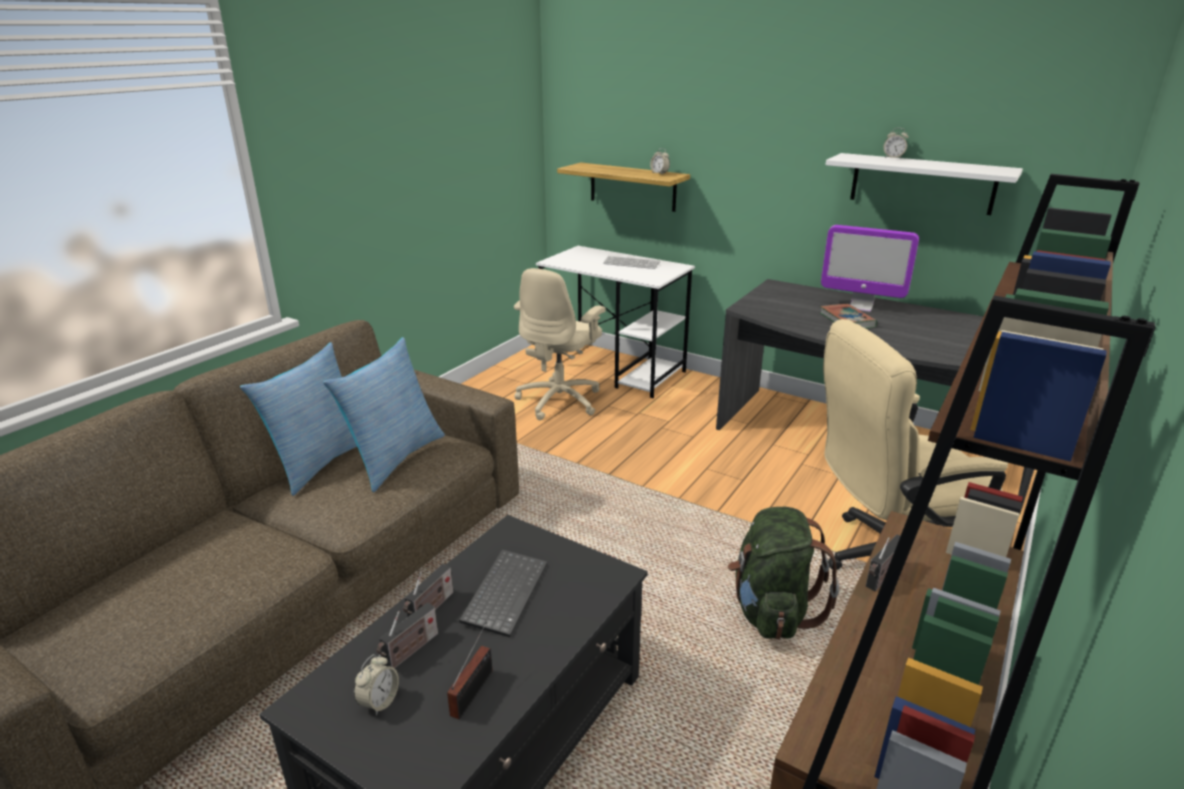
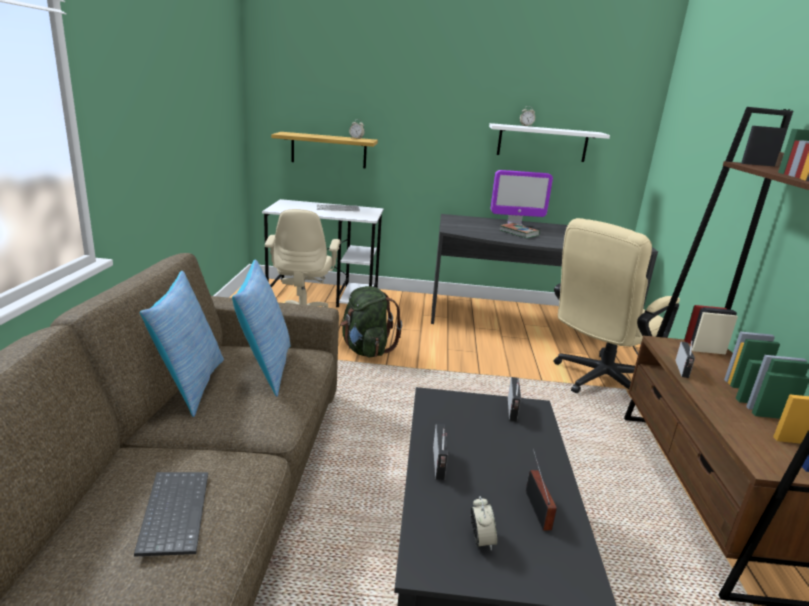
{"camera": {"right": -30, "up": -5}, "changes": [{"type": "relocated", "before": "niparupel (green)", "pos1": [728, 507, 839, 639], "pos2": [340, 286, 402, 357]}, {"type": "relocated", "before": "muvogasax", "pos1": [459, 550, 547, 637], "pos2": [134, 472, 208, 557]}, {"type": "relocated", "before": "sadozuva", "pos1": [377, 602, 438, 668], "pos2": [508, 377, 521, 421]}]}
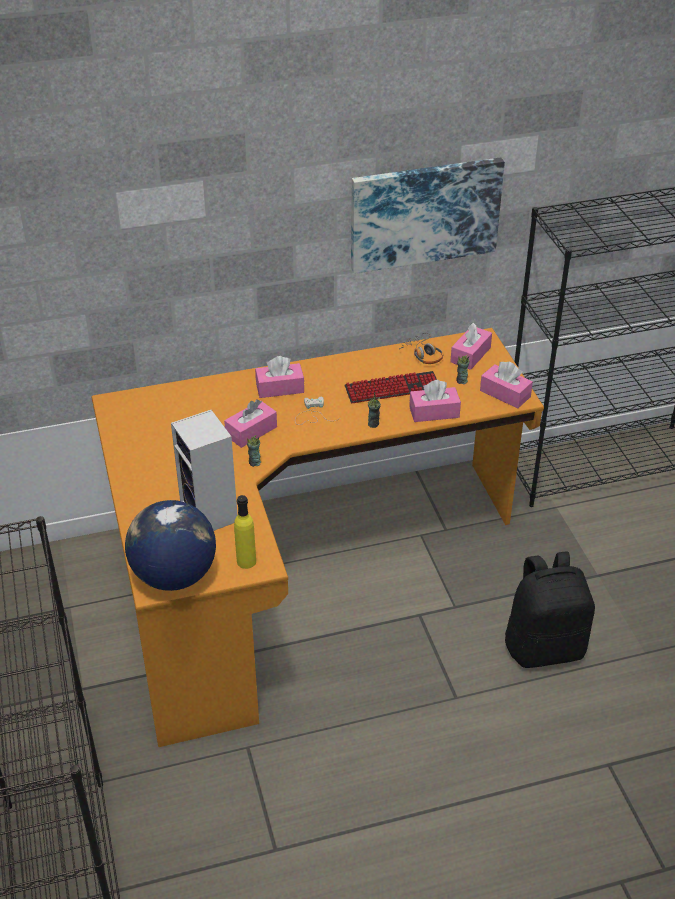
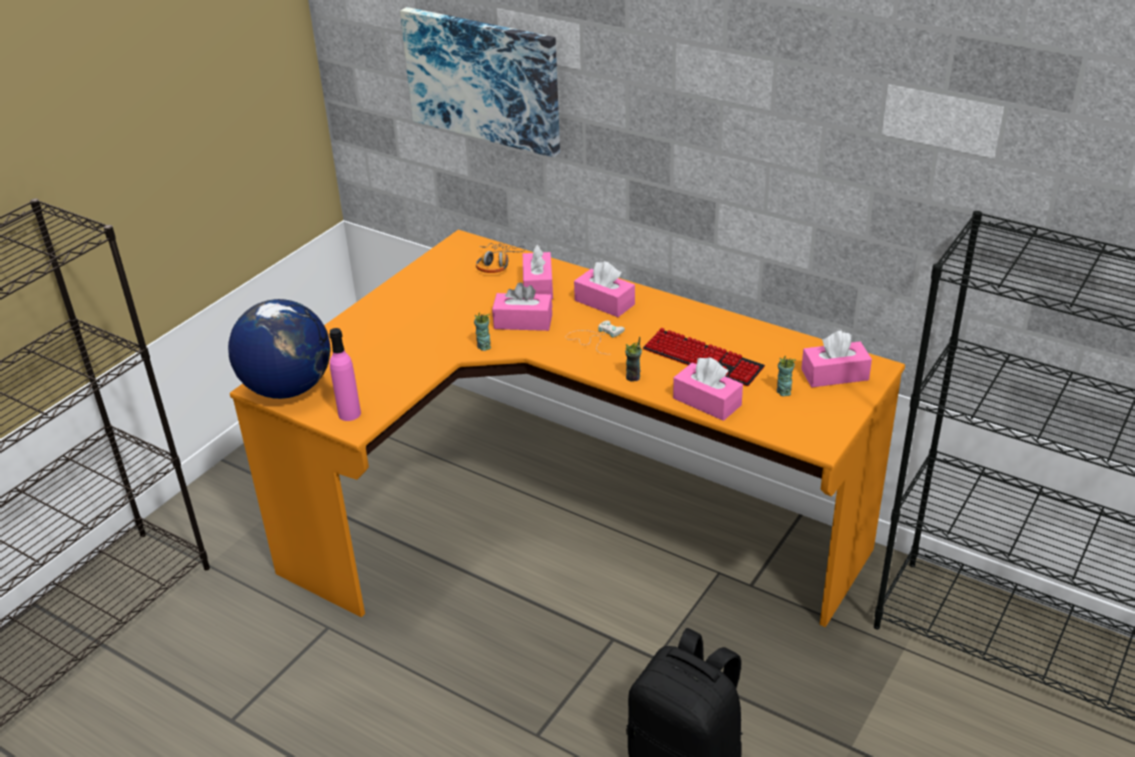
{"camera": {"right": 50, "up": -5}, "changes": [{"type": "relocated", "before": "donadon", "pos1": [351, 157, 505, 274], "pos2": [400, 7, 560, 158]}, {"type": "relocated", "before": "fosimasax", "pos1": [399, 333, 443, 364], "pos2": [476, 243, 526, 273]}, {"type": "relocated", "before": "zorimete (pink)", "pos1": [480, 362, 533, 408], "pos2": [523, 245, 553, 299]}, {"type": "missing", "before": "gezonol", "pos1": [171, 410, 237, 531]}, {"type": "colour", "before": "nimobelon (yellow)", "after": "nimobelon (pink)", "pos1": [234, 495, 256, 569], "pos2": [329, 328, 361, 421]}]}
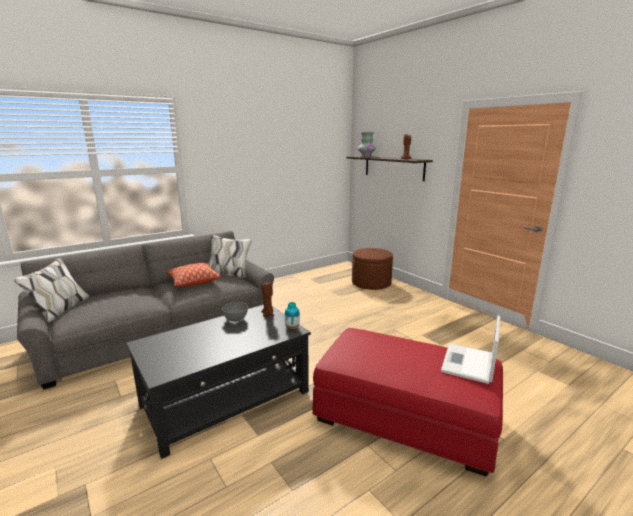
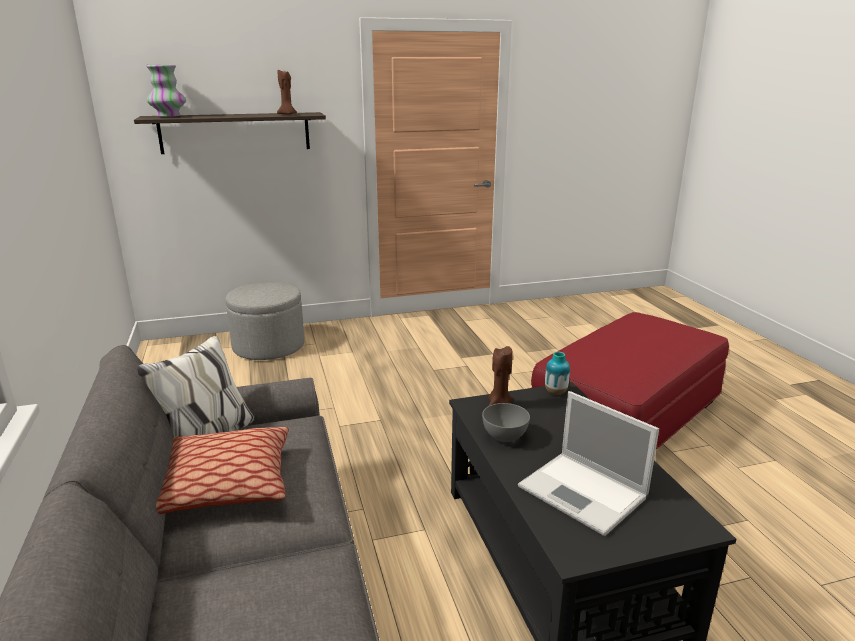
{"camera": {"right": -70, "up": 5}, "changes": [{"type": "colour", "before": "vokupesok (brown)", "after": "vokupesok (grey)", "pos1": [352, 248, 393, 290], "pos2": [225, 282, 305, 360]}, {"type": "relocated", "before": "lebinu", "pos1": [441, 316, 500, 384], "pos2": [518, 391, 659, 536]}]}
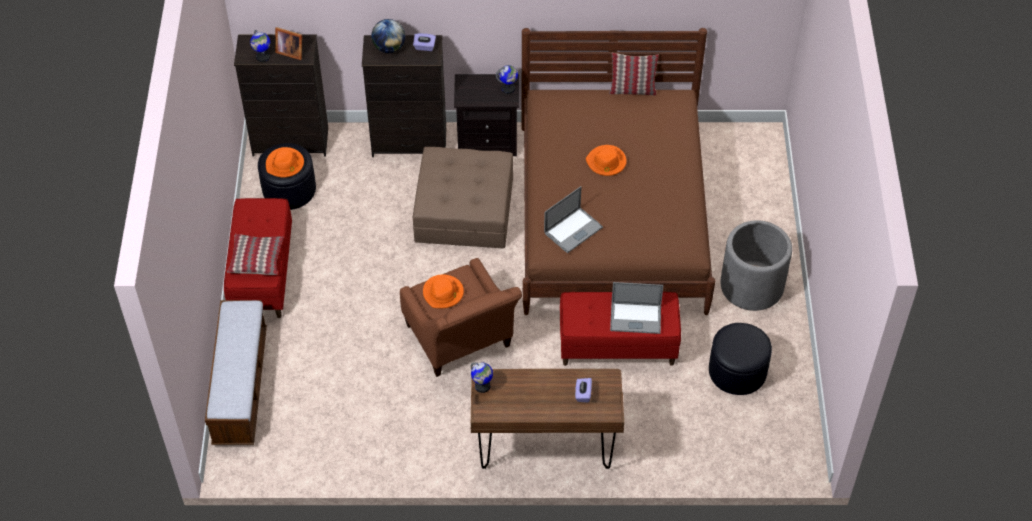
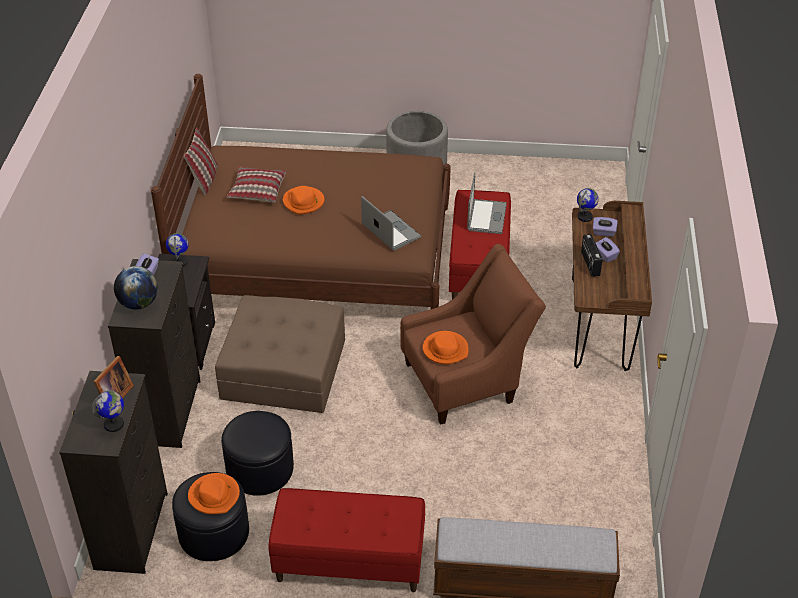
{"camera": {"right": -85, "up": -10}, "changes": [{"type": "relocated", "before": "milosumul", "pos1": [227, 234, 284, 275], "pos2": [227, 167, 286, 203]}, {"type": "relocated", "before": "vokupesok (black)", "pos1": [709, 323, 772, 395], "pos2": [221, 411, 294, 496]}, {"type": "relocated", "before": "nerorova", "pos1": [471, 363, 493, 393], "pos2": [577, 188, 599, 222]}, {"type": "appeared", "after": "sadozuva", "pos2": [581, 234, 603, 277]}, {"type": "appeared", "after": "zorimete (purple)", "pos2": [596, 237, 620, 262]}]}
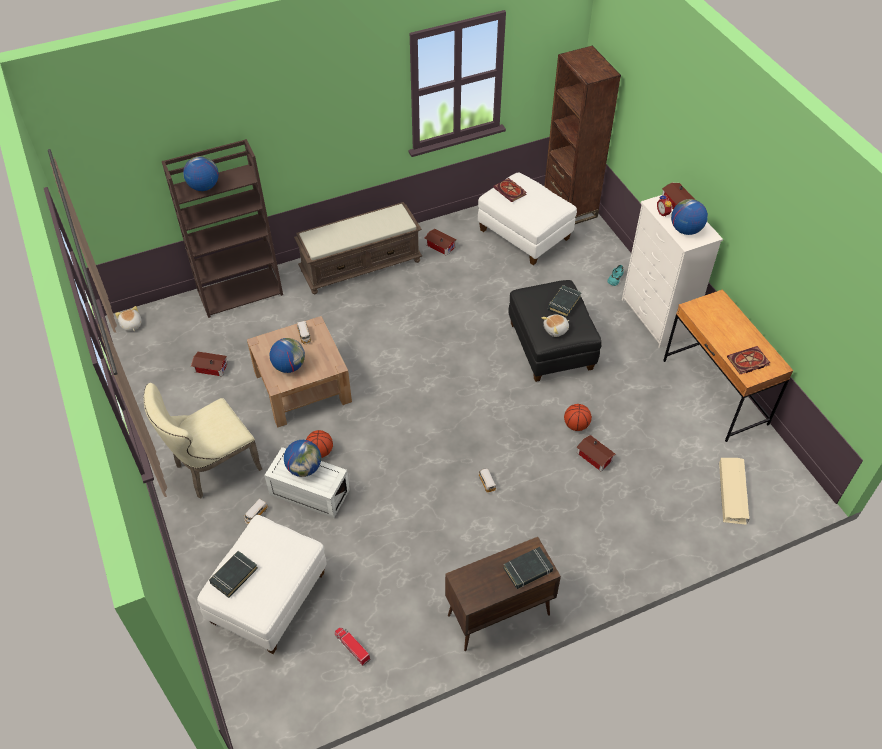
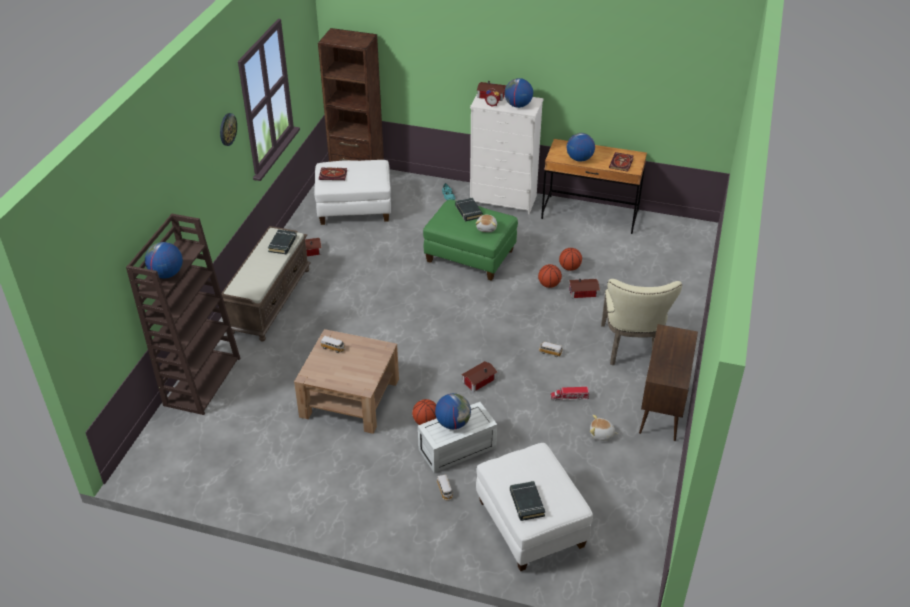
{"camera": {"right": -50, "up": -10}, "changes": [{"type": "colour", "before": "vokupesok (black)", "after": "vokupesok (green)", "pos1": [509, 280, 602, 382], "pos2": [423, 200, 518, 281]}, {"type": "relocated", "before": "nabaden", "pos1": [115, 306, 142, 331], "pos2": [590, 415, 618, 441]}, {"type": "relocated", "before": "nerorova", "pos1": [270, 338, 305, 373], "pos2": [567, 133, 595, 162]}, {"type": "relocated", "before": "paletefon", "pos1": [191, 352, 228, 377], "pos2": [461, 361, 497, 392]}, {"type": "relocated", "before": "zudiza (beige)", "pos1": [144, 383, 262, 498], "pos2": [601, 279, 682, 365]}, {"type": "missing", "before": "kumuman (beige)", "pos1": [719, 458, 749, 525]}, {"type": "relocated", "before": "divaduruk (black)", "pos1": [503, 547, 553, 589], "pos2": [268, 230, 297, 254]}, {"type": "relocated", "before": "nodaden", "pos1": [335, 628, 370, 666], "pos2": [550, 387, 590, 401]}, {"type": "appeared", "after": "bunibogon", "pos2": [220, 113, 237, 146]}, {"type": "appeared", "after": "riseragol", "pos2": [559, 248, 582, 271]}]}
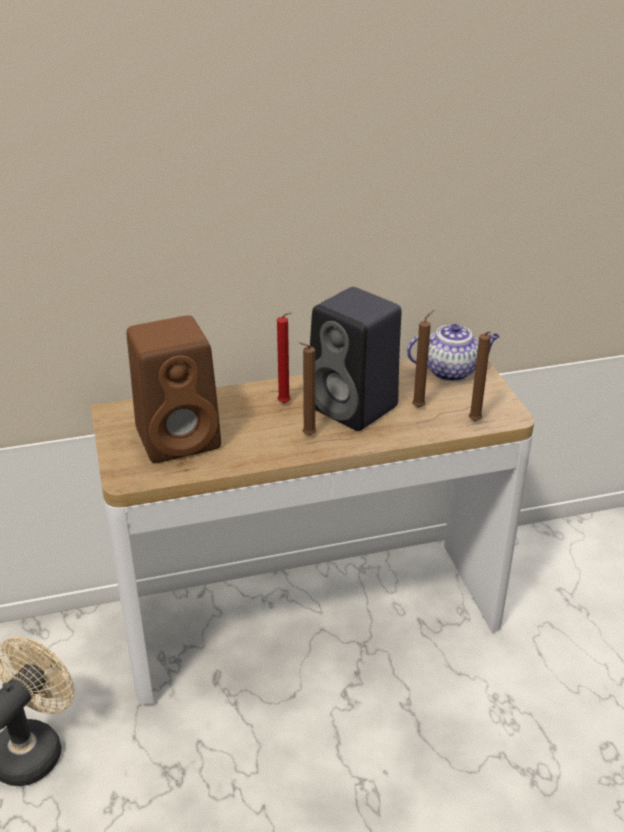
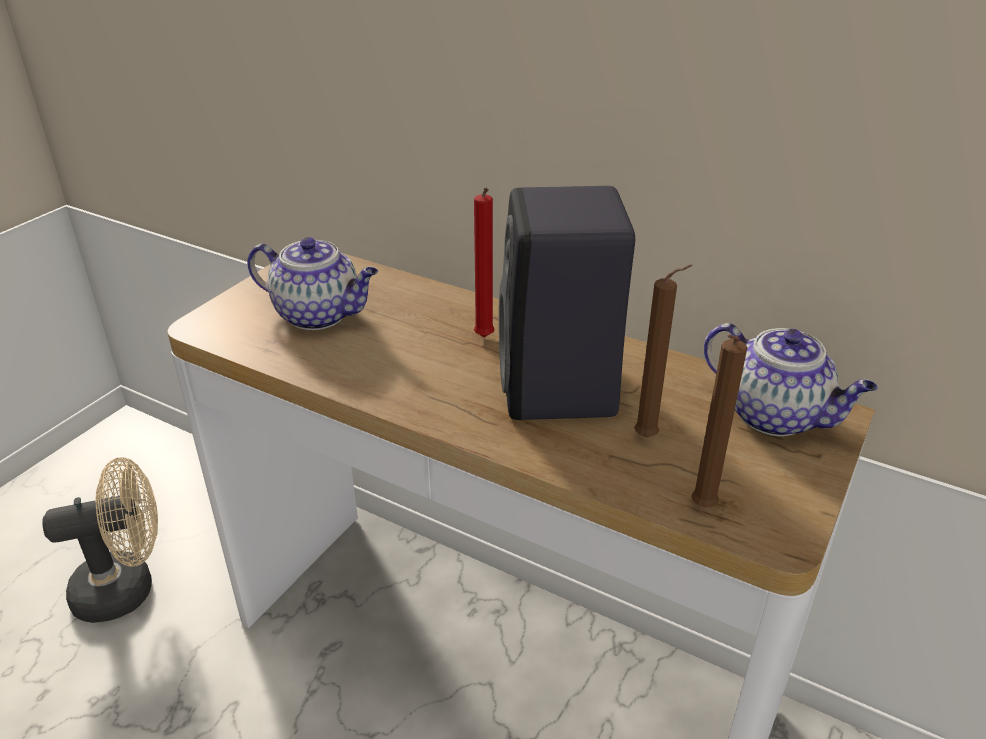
{"camera": {"right": 45, "up": 0}, "changes": [{"type": "exchanged", "before": "gezonol (brown)", "after": "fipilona", "pos1": [127, 315, 221, 463], "pos2": [247, 237, 378, 330]}, {"type": "missing", "before": "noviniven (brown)", "pos1": [299, 342, 316, 435]}]}
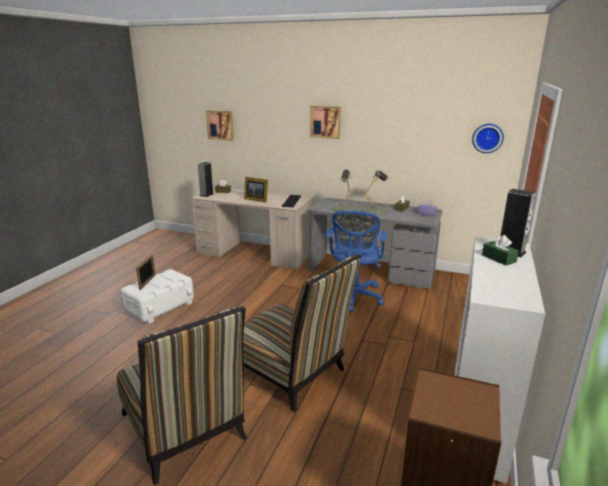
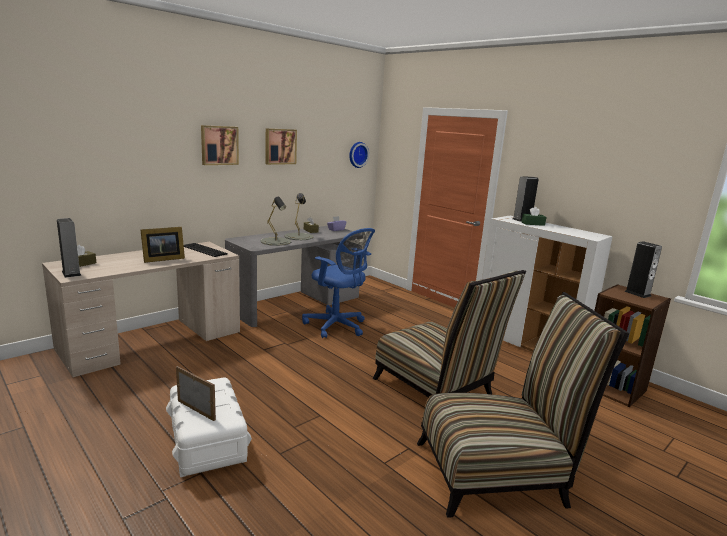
{"camera": {"right": -65, "up": -5}, "changes": [{"type": "relocated", "before": "donadon", "pos1": [206, 110, 234, 141], "pos2": [266, 128, 297, 165]}, {"type": "spun", "before": "zudiza", "pos1": [243, 254, 362, 412], "pos2": [373, 270, 526, 398], "turn": 75}, {"type": "appeared", "after": "gezonol", "pos2": [624, 241, 662, 298]}]}
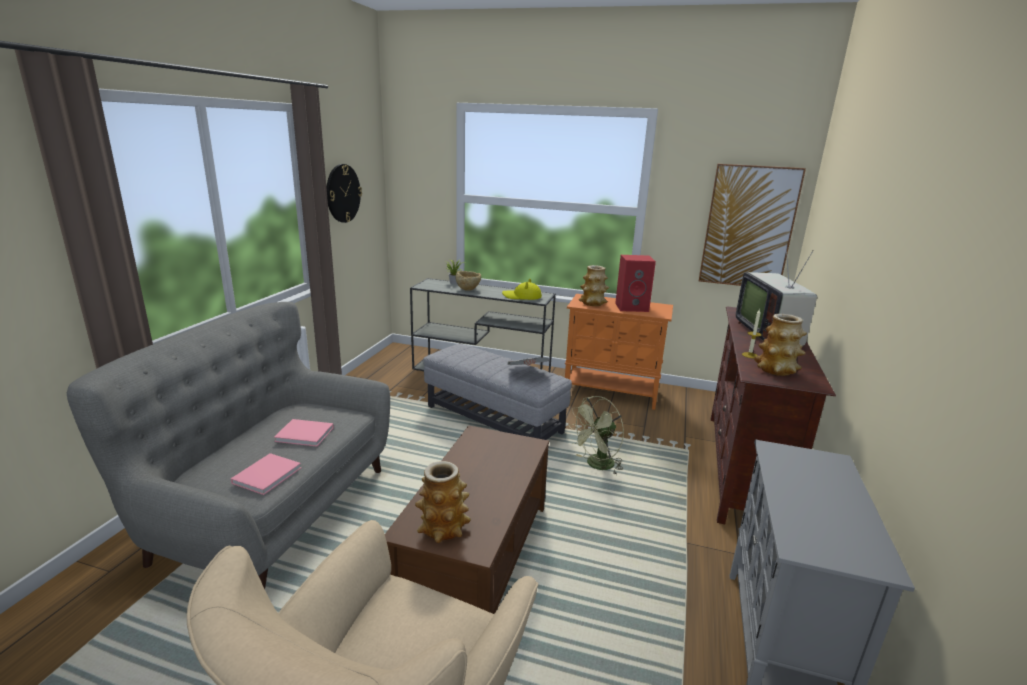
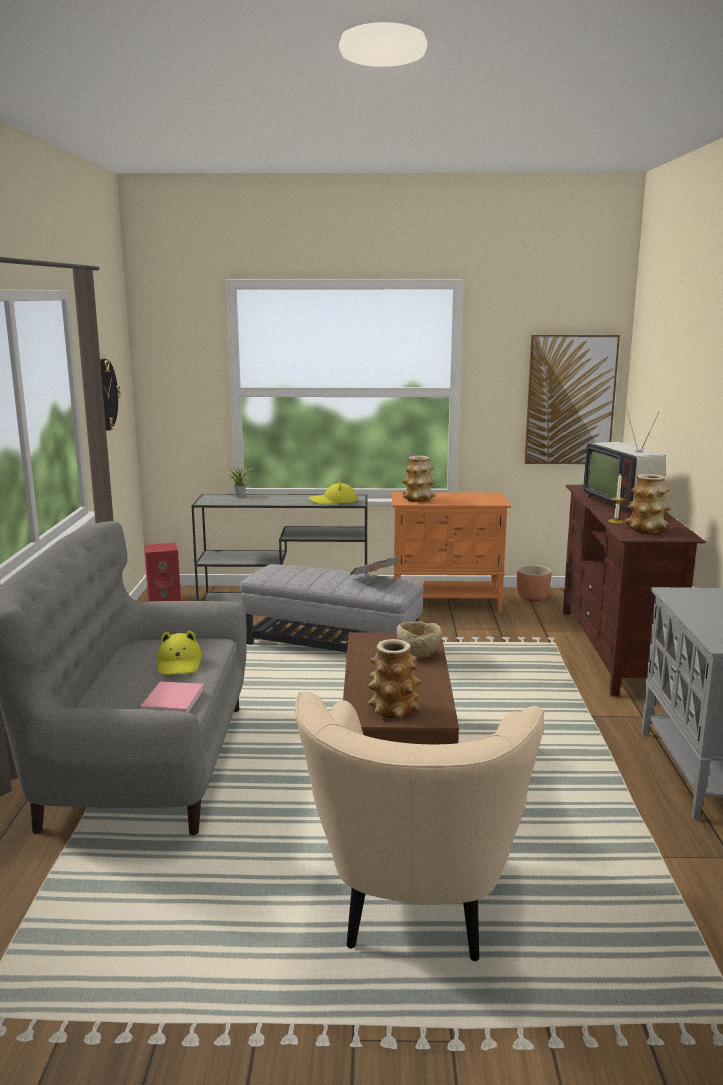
{"camera": {"right": -15, "up": -5}, "changes": [{"type": "relocated", "before": "gezonol (red)", "pos1": [615, 255, 656, 312], "pos2": [144, 543, 181, 602]}, {"type": "relocated", "before": "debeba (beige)", "pos1": [455, 271, 481, 291], "pos2": [397, 621, 442, 658]}, {"type": "missing", "before": "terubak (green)", "pos1": [569, 396, 624, 475]}, {"type": "exchanged", "before": "divaduruk (pink)", "after": "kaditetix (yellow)", "pos1": [274, 419, 334, 447], "pos2": [157, 630, 202, 675]}, {"type": "appeared", "after": "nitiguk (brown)", "pos2": [517, 565, 552, 601]}]}
